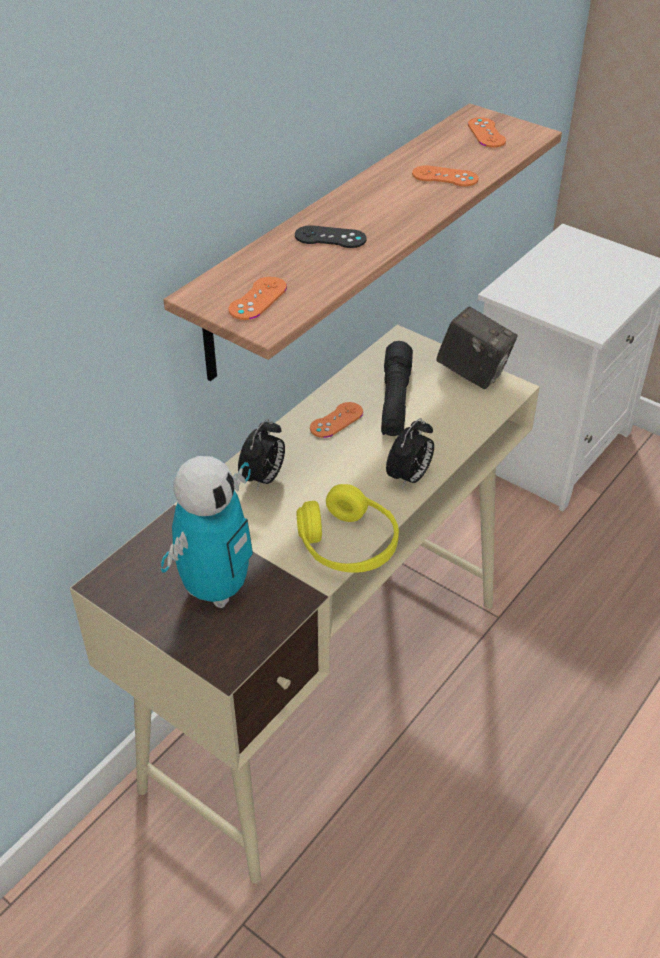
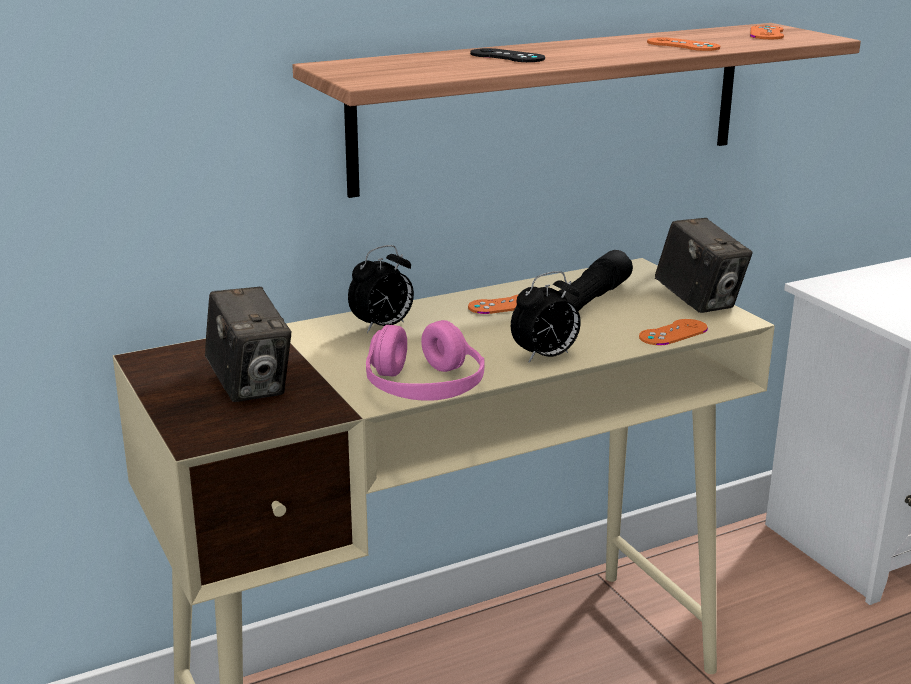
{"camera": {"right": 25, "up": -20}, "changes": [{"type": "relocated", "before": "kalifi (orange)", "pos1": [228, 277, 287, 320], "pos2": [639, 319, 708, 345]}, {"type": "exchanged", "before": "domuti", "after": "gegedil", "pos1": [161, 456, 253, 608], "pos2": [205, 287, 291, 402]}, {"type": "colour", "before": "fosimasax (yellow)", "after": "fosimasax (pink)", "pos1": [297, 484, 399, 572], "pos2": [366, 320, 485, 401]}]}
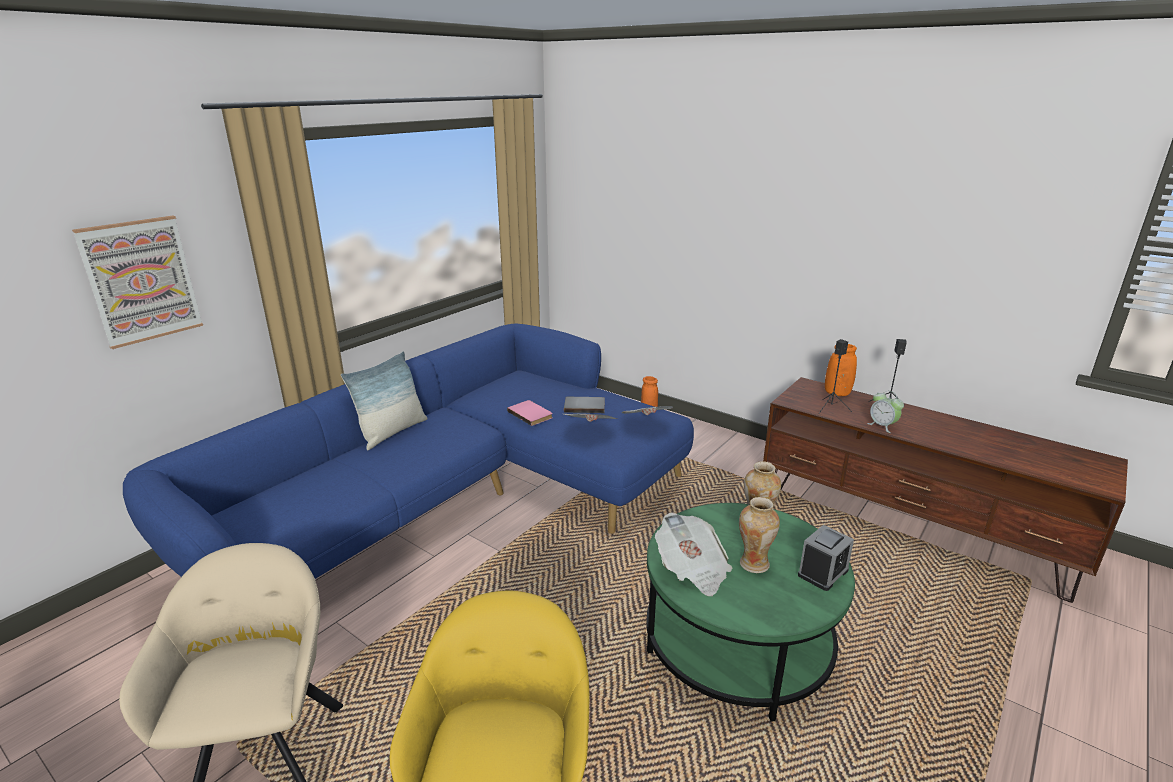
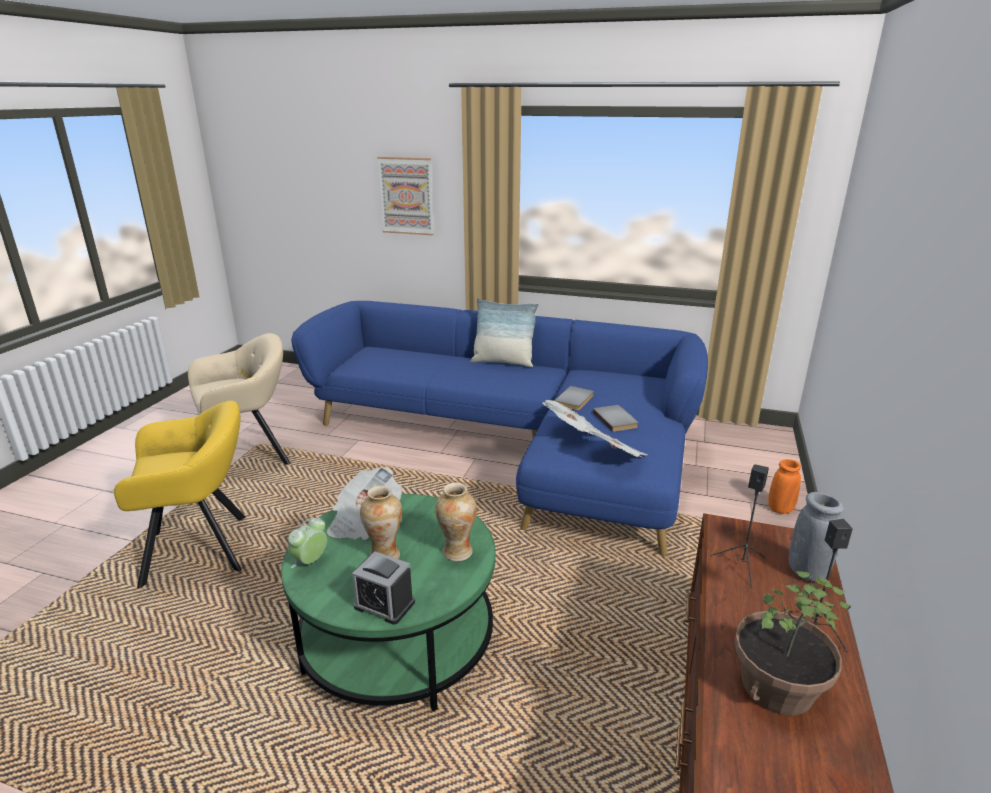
{"camera": {"right": 70, "up": 0}, "changes": [{"type": "colour", "before": "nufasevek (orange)", "after": "nufasevek (grey)", "pos1": [825, 344, 857, 396], "pos2": [789, 492, 844, 582]}, {"type": "relocated", "before": "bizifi", "pos1": [867, 391, 904, 433], "pos2": [288, 518, 327, 568]}, {"type": "colour", "before": "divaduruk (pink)", "after": "divaduruk (grey)", "pos1": [507, 400, 553, 426], "pos2": [554, 386, 594, 411]}, {"type": "appeared", "after": "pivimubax", "pos2": [734, 571, 851, 716]}]}
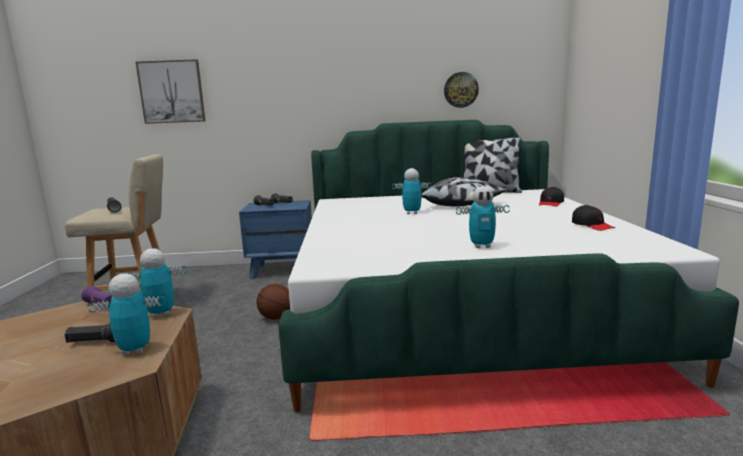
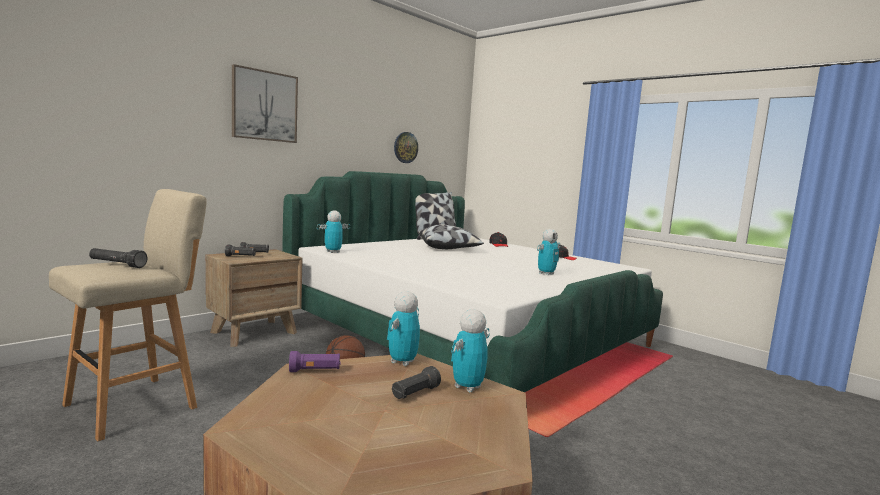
{"camera": {"right": -45, "up": -5}, "changes": [{"type": "relocated", "before": "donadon", "pos1": [136, 59, 205, 124], "pos2": [232, 64, 298, 143]}, {"type": "relocated", "before": "domuti", "pos1": [392, 168, 431, 214], "pos2": [317, 210, 350, 253]}, {"type": "colour", "before": "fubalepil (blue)", "after": "fubalepil (brown)", "pos1": [239, 200, 312, 279], "pos2": [206, 249, 303, 347]}]}
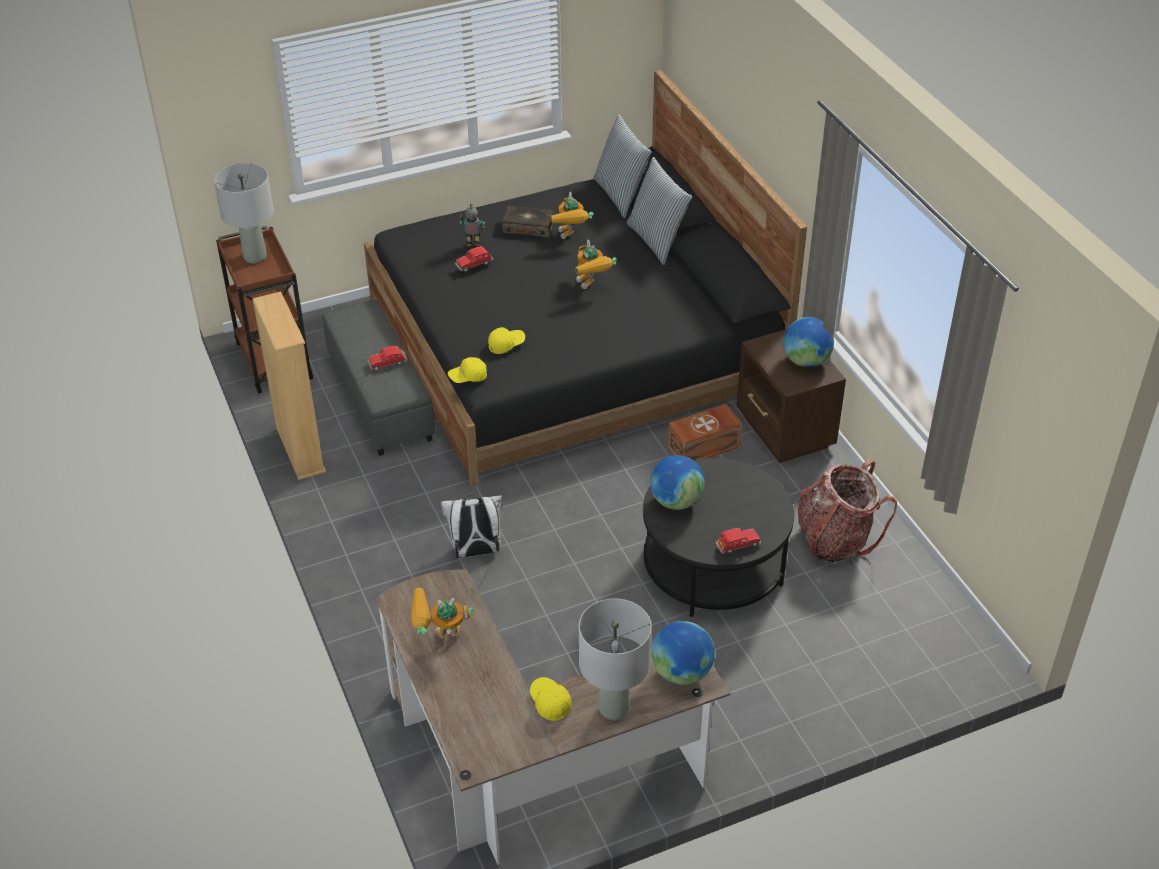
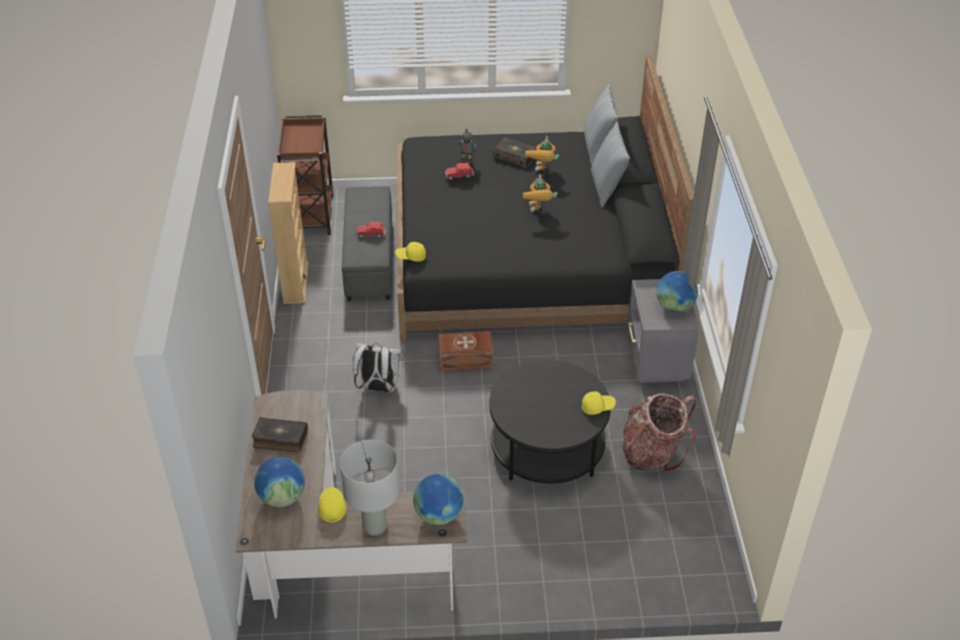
{"camera": {"right": 20, "up": 0}, "changes": [{"type": "missing", "before": "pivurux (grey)", "pos1": [214, 163, 274, 264]}, {"type": "relocated", "before": "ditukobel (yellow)", "pos1": [488, 327, 525, 354], "pos2": [582, 391, 616, 415]}, {"type": "colour", "before": "fubalepil (brown)", "after": "fubalepil (grey)", "pos1": [737, 329, 846, 463], "pos2": [626, 279, 699, 383]}, {"type": "relocated", "before": "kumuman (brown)", "pos1": [668, 404, 742, 460], "pos2": [438, 331, 493, 371]}, {"type": "relocated", "before": "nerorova", "pos1": [650, 455, 705, 510], "pos2": [254, 457, 305, 507]}, {"type": "missing", "before": "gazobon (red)", "pos1": [715, 528, 761, 554]}, {"type": "exchanged", "before": "domuti", "after": "divaduruk", "pos1": [411, 588, 473, 638], "pos2": [252, 417, 308, 453]}]}
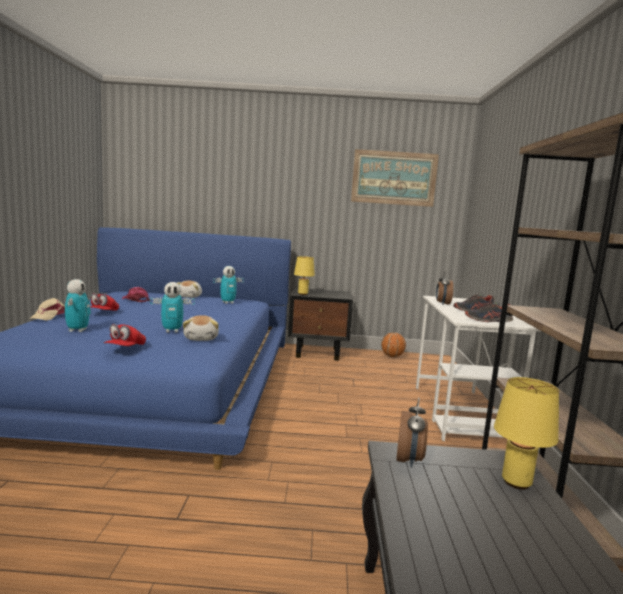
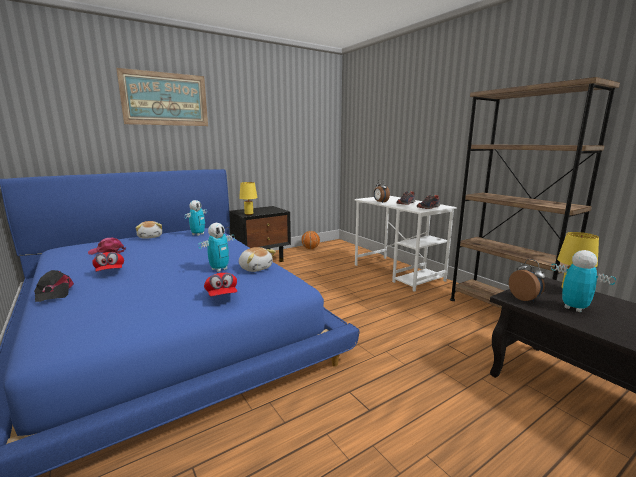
{"camera": {"right": -35, "up": 5}, "changes": [{"type": "relocated", "before": "donadon", "pos1": [351, 149, 439, 207], "pos2": [116, 68, 208, 126]}, {"type": "relocated", "before": "domuti", "pos1": [65, 279, 91, 332], "pos2": [551, 250, 616, 312]}, {"type": "colour", "before": "ditukobel (beige)", "after": "ditukobel (black)", "pos1": [29, 298, 65, 321], "pos2": [34, 270, 74, 302]}]}
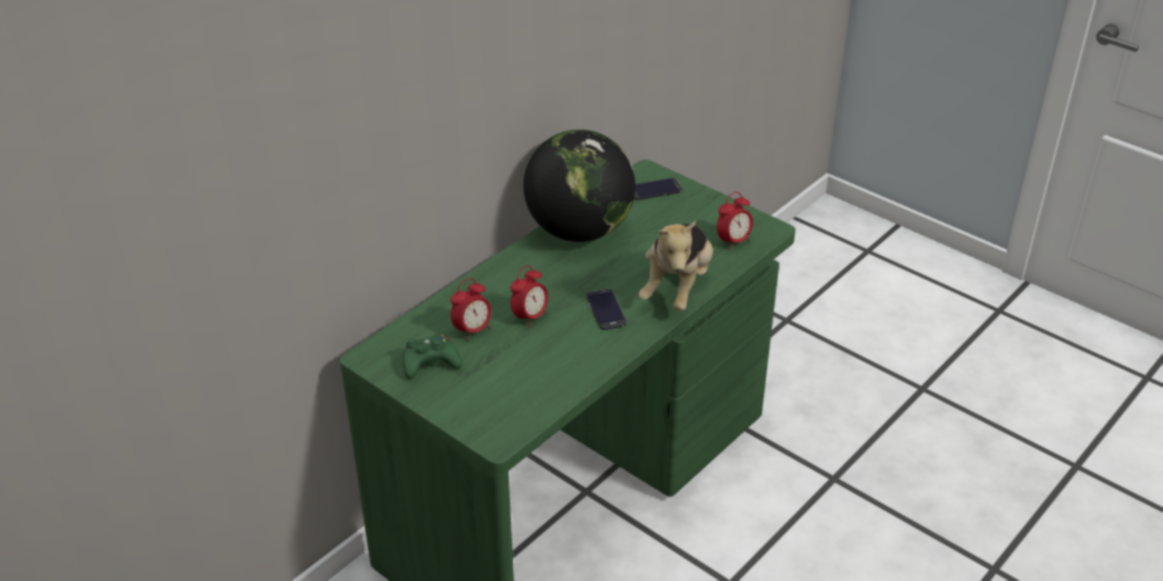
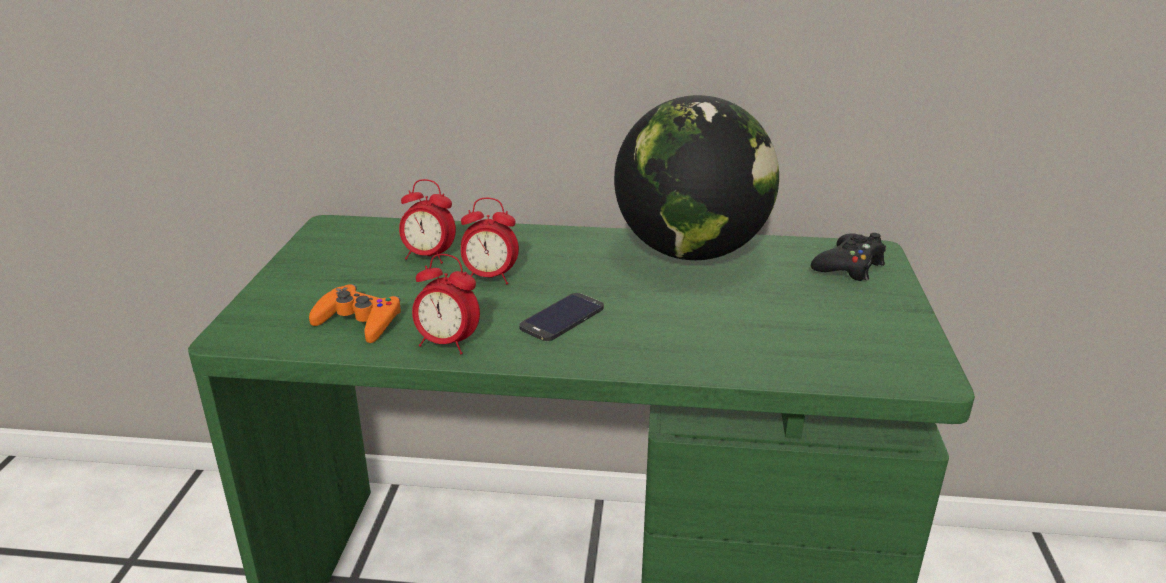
{"camera": {"right": 55, "up": -10}, "changes": [{"type": "exchanged", "before": "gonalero", "after": "kalifi (black)", "pos1": [634, 178, 682, 200], "pos2": [811, 233, 886, 281]}, {"type": "relocated", "before": "bizifi", "pos1": [717, 192, 753, 250], "pos2": [412, 254, 480, 354]}, {"type": "missing", "before": "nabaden", "pos1": [639, 220, 713, 311]}, {"type": "missing", "before": "kalifi (green)", "pos1": [403, 334, 462, 379]}, {"type": "appeared", "after": "kalifi (orange)", "pos2": [309, 284, 401, 343]}]}
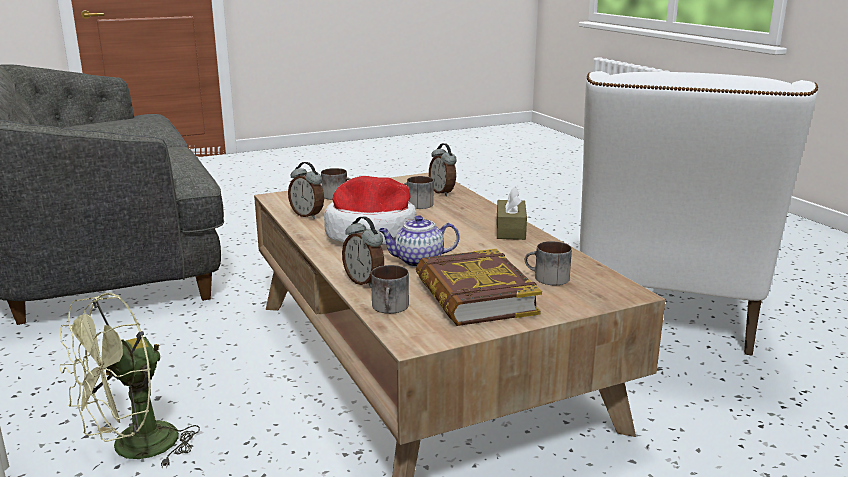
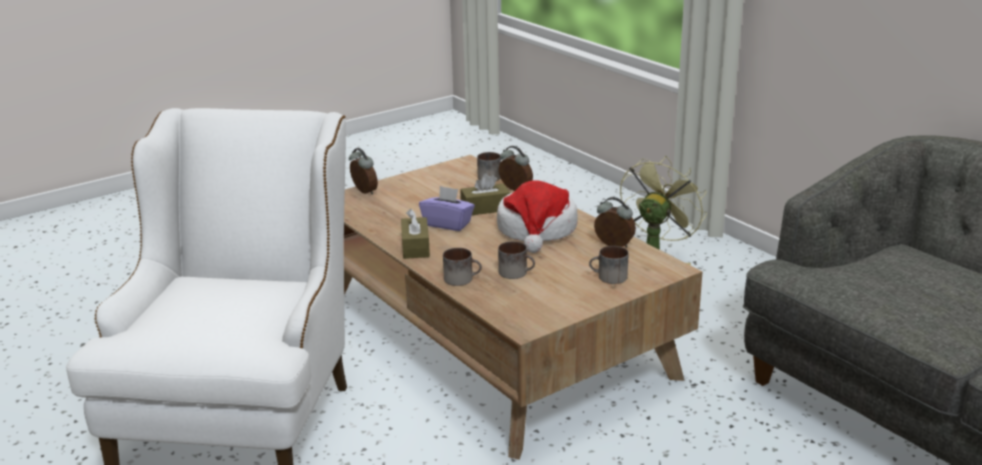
{"camera": {"right": 170, "up": 5}, "changes": [{"type": "relocated", "before": "bizifi", "pos1": [429, 143, 457, 196], "pos2": [349, 148, 378, 195]}, {"type": "exchanged", "before": "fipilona", "after": "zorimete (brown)", "pos1": [378, 215, 460, 267], "pos2": [460, 173, 510, 215]}, {"type": "relocated", "before": "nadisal", "pos1": [525, 241, 572, 285], "pos2": [443, 248, 482, 286]}, {"type": "missing", "before": "divaduruk", "pos1": [416, 249, 542, 326]}, {"type": "appeared", "after": "zorimete (purple)", "pos2": [419, 186, 475, 231]}]}
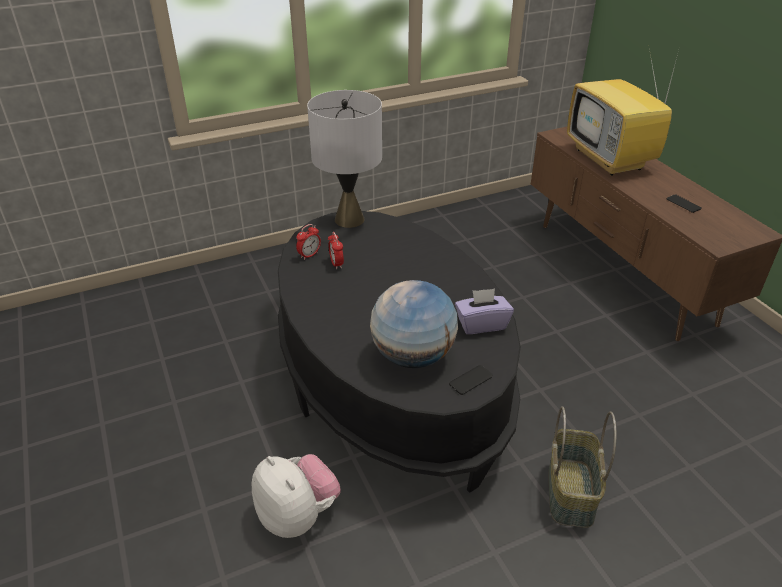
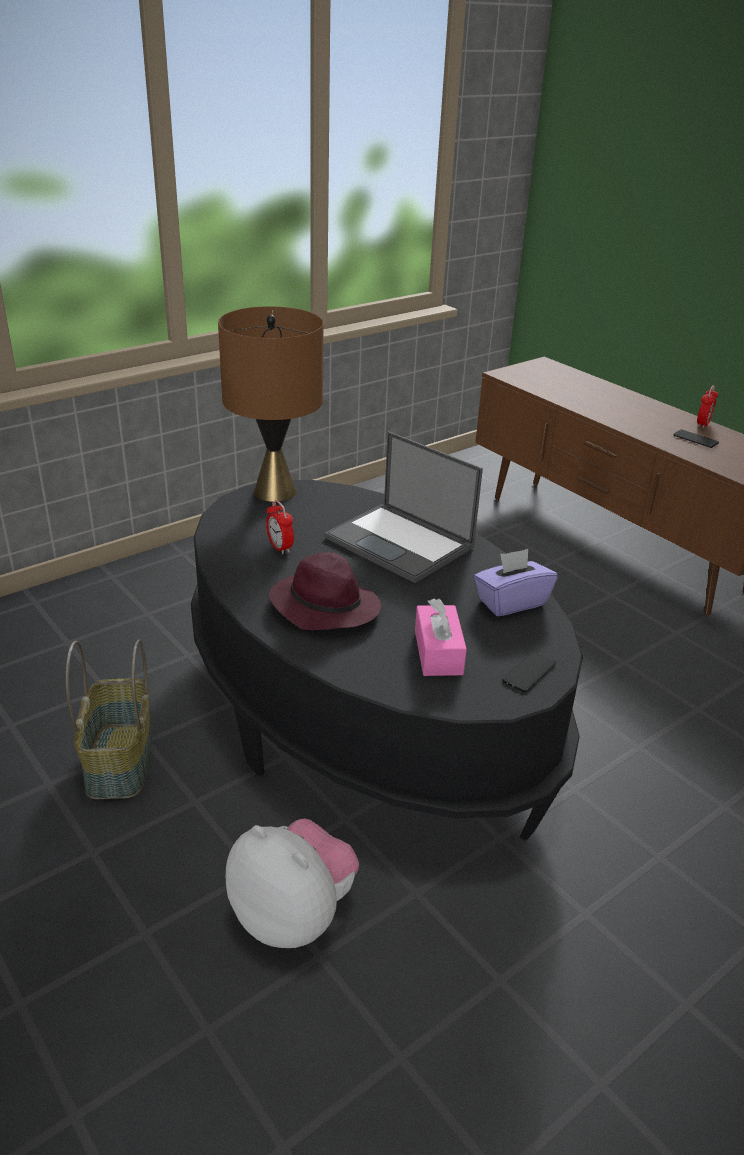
{"camera": {"right": -15, "up": -5}, "changes": [{"type": "missing", "before": "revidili", "pos1": [567, 46, 680, 176]}, {"type": "colour", "before": "pivurux (grey)", "after": "pivurux (brown)", "pos1": [307, 90, 382, 228], "pos2": [218, 306, 324, 502]}, {"type": "relocated", "before": "bizifi", "pos1": [296, 224, 321, 260], "pos2": [697, 385, 718, 429]}, {"type": "exchanged", "before": "nerorova", "after": "zorimete (pink)", "pos1": [370, 280, 458, 368], "pos2": [415, 599, 467, 676]}, {"type": "relocated", "before": "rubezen", "pos1": [549, 406, 617, 528], "pos2": [66, 639, 152, 799]}, {"type": "appeared", "after": "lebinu", "pos2": [325, 431, 483, 583]}, {"type": "appeared", "after": "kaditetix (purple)", "pos2": [269, 552, 382, 631]}]}
